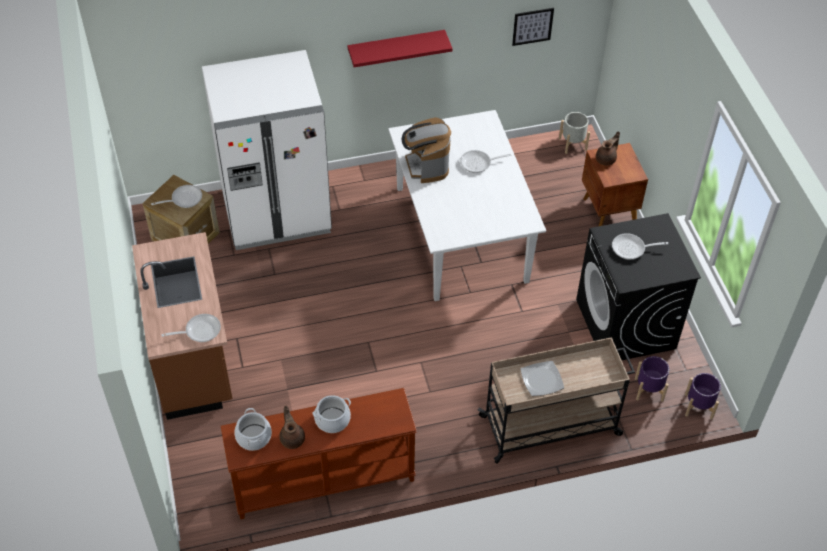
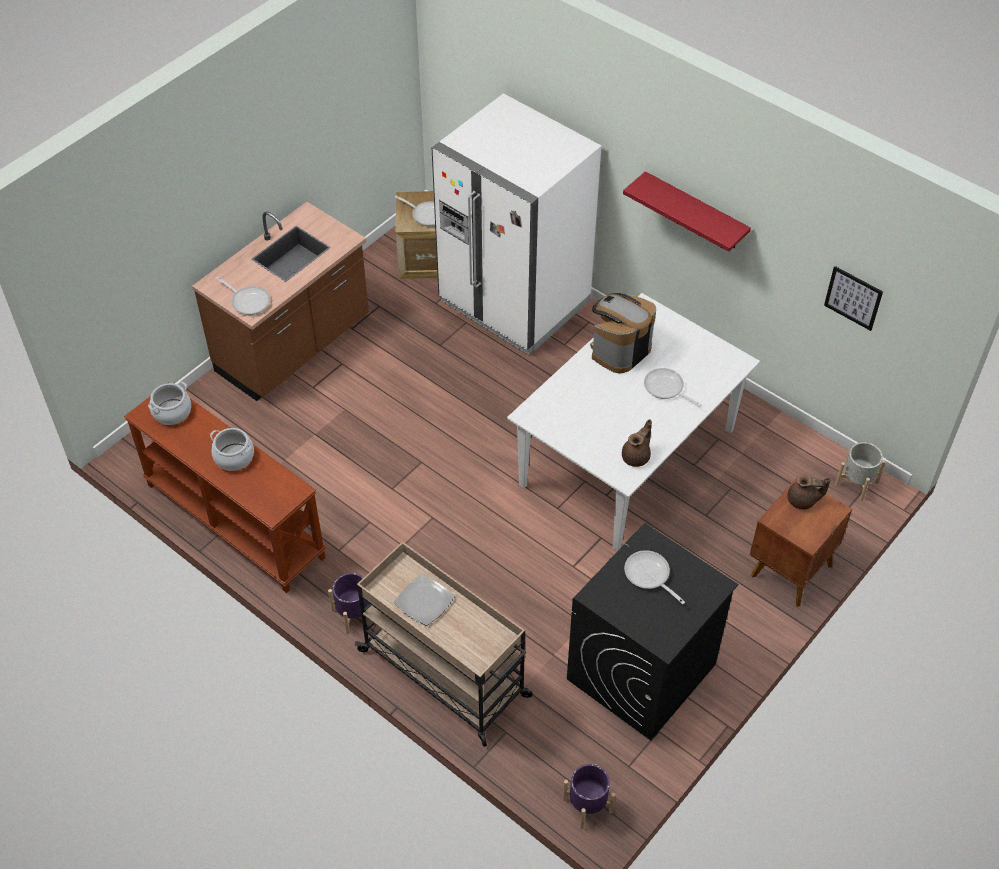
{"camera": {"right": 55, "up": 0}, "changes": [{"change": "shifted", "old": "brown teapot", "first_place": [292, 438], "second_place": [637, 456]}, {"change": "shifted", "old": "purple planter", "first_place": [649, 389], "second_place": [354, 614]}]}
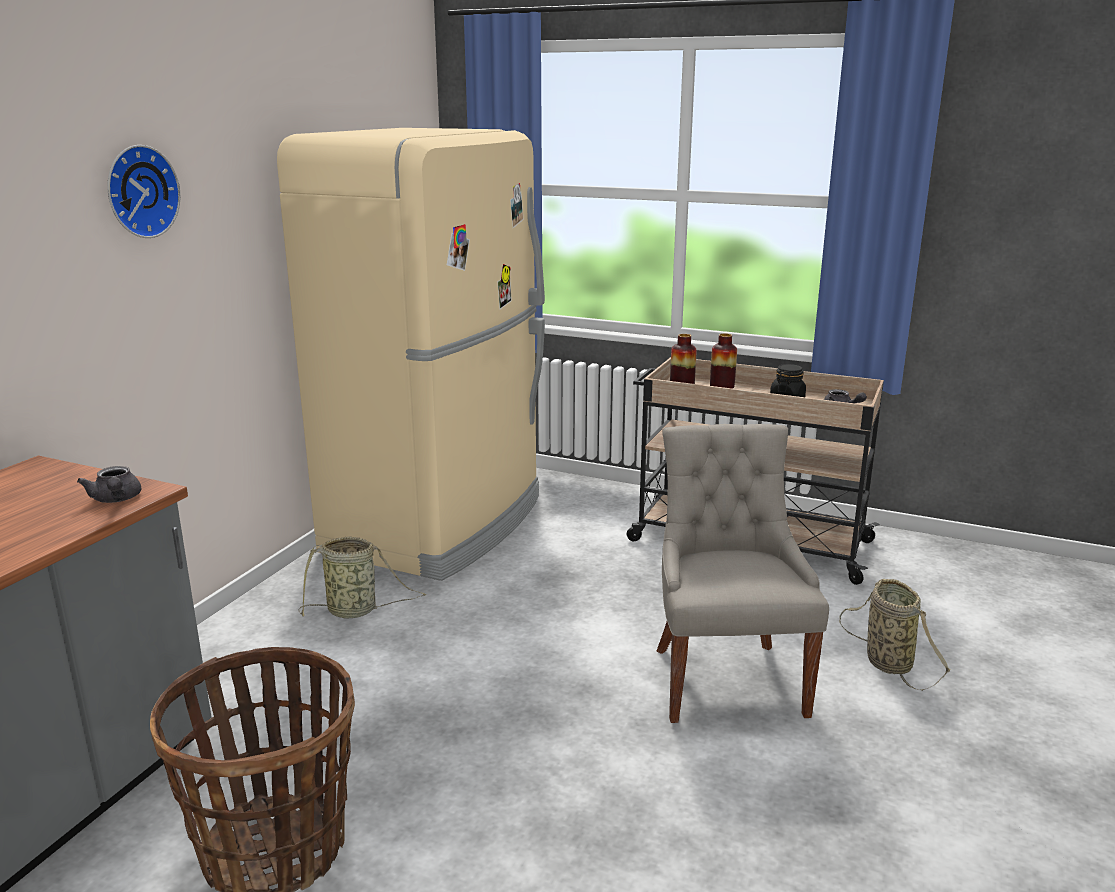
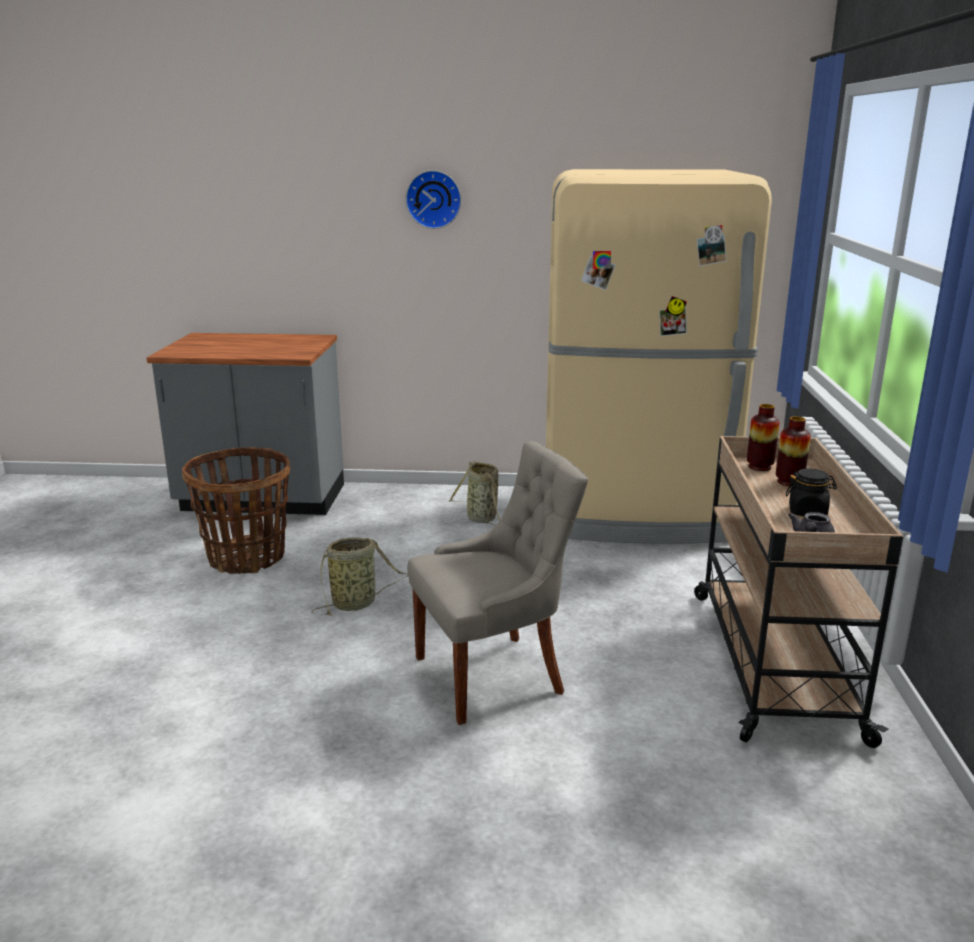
{"camera": {"right": 70, "up": 0}, "changes": [{"change": "gone", "old": "grey teapot", "first_place": [116, 500]}, {"change": "shifted", "old": "basket", "first_place": [885, 661], "second_place": [357, 603]}]}
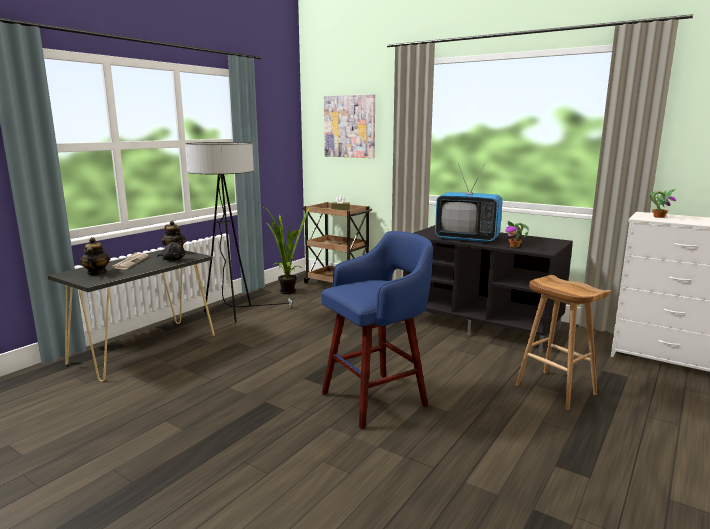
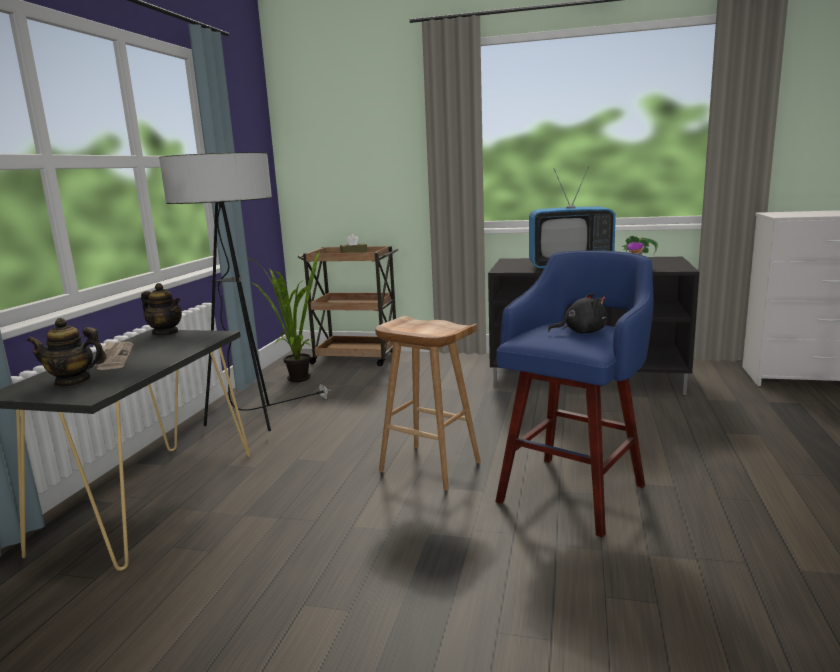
{"camera": {"right": -20, "up": 0}, "changes": [{"change": "rotated", "old": "teapot", "first_place": [96, 273], "second_place": [72, 381], "degrees": -60}, {"change": "shifted", "old": "black plush toy", "first_place": [173, 260], "second_place": [581, 332]}, {"change": "gone", "old": "picture", "first_place": [349, 126]}, {"change": "shifted", "old": "brown stool", "first_place": [554, 389], "second_place": [428, 466]}, {"change": "gone", "old": "potted plant", "first_place": [658, 216]}]}
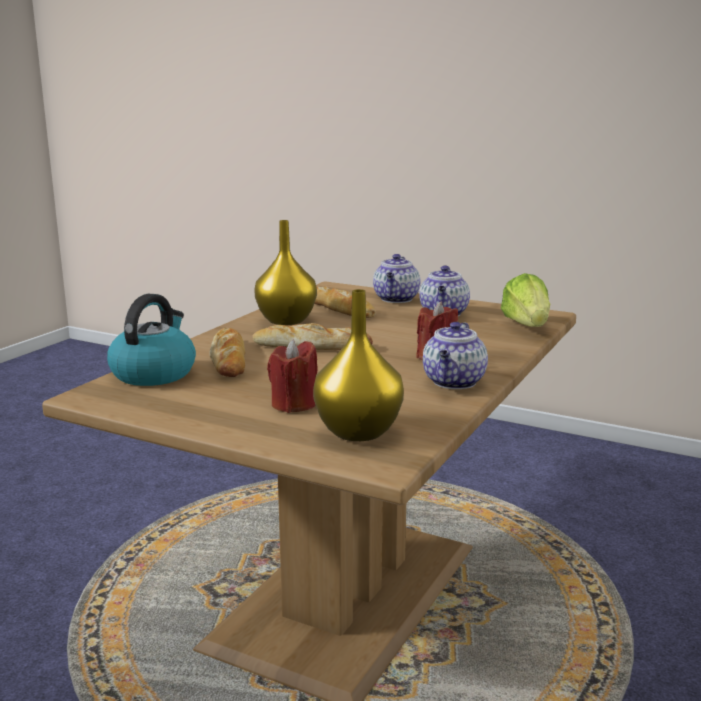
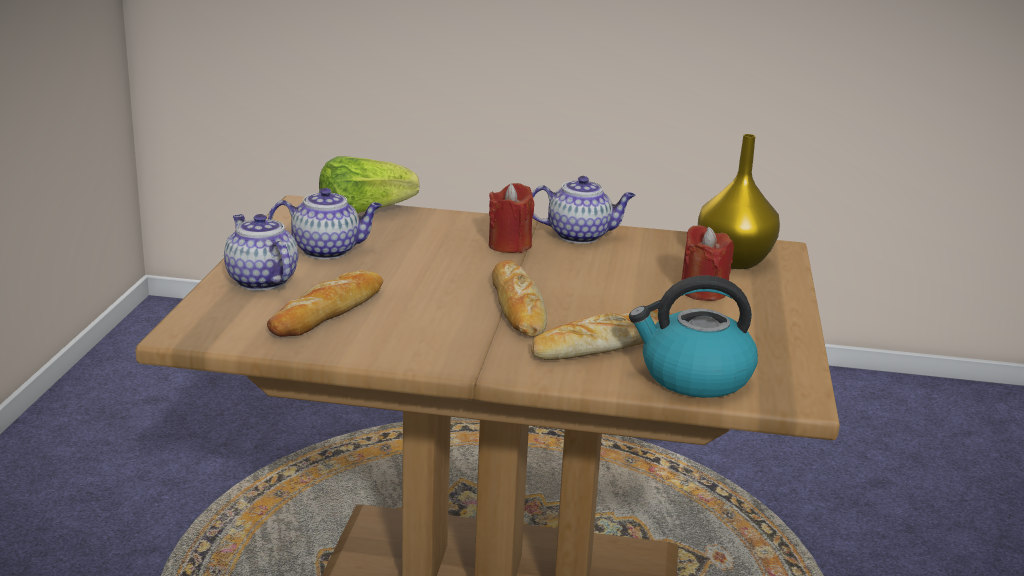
{"camera": {"right": -110, "up": 5}, "changes": [{"change": "gone", "old": "yellow vase", "first_place": [285, 320]}, {"change": "rotated", "old": "teapot", "first_place": [396, 299], "second_place": [260, 281], "degrees": -120}]}
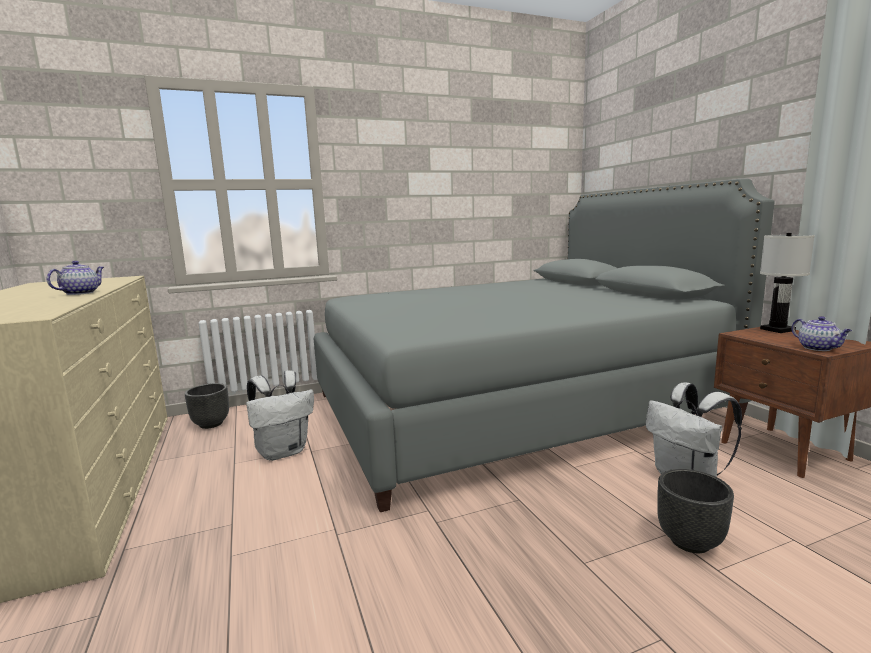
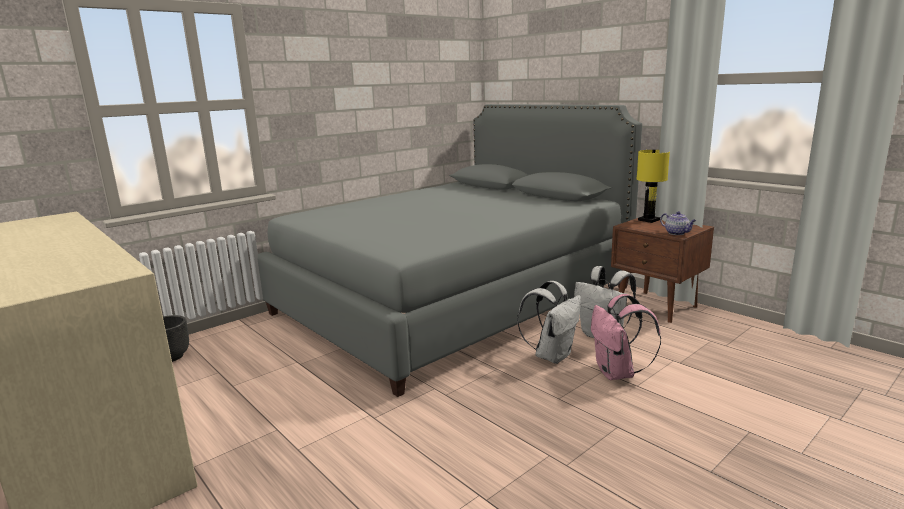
{"camera": {"right": -20, "up": 5}, "changes": [{"change": "gone", "old": "teapot", "first_place": [81, 293]}, {"change": "shifted", "old": "white backpack", "first_place": [283, 451], "second_place": [552, 355]}, {"change": "swapped", "old": "black planter", "new": "pink backpack", "first_place": [691, 542], "second_place": [617, 373]}, {"change": "repainted", "old": "white table lamp", "new": "yellow table lamp", "first_place": [776, 330], "second_place": [648, 220]}]}
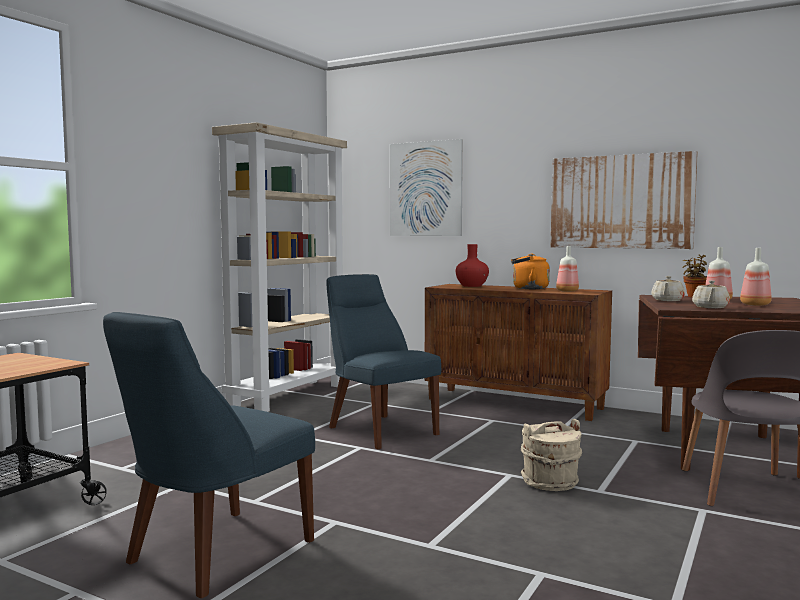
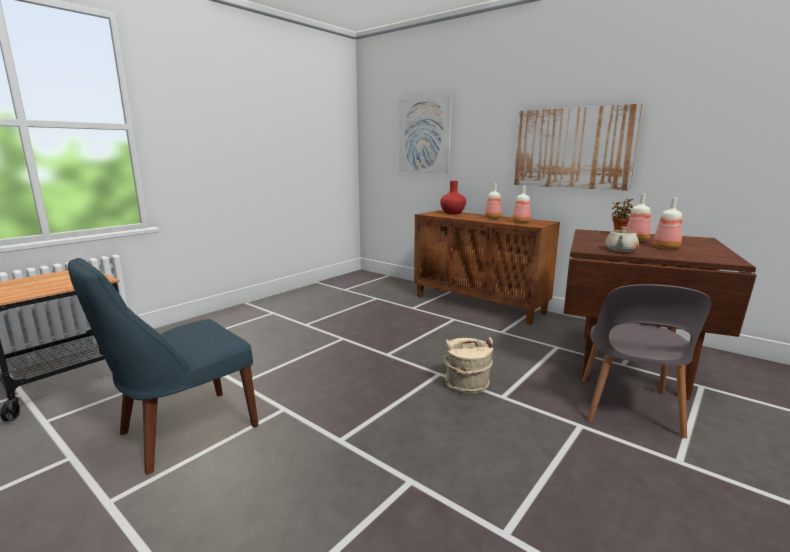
{"camera": {"right": 10, "up": 10}, "changes": [{"change": "gone", "old": "beige bookcase", "first_place": [288, 395]}, {"change": "gone", "old": "blue chair", "first_place": [379, 430]}, {"change": "swapped", "old": "orange kettle", "new": "bottle", "first_place": [528, 288], "second_place": [492, 218]}, {"change": "gone", "old": "beige teapot", "first_place": [667, 300]}]}
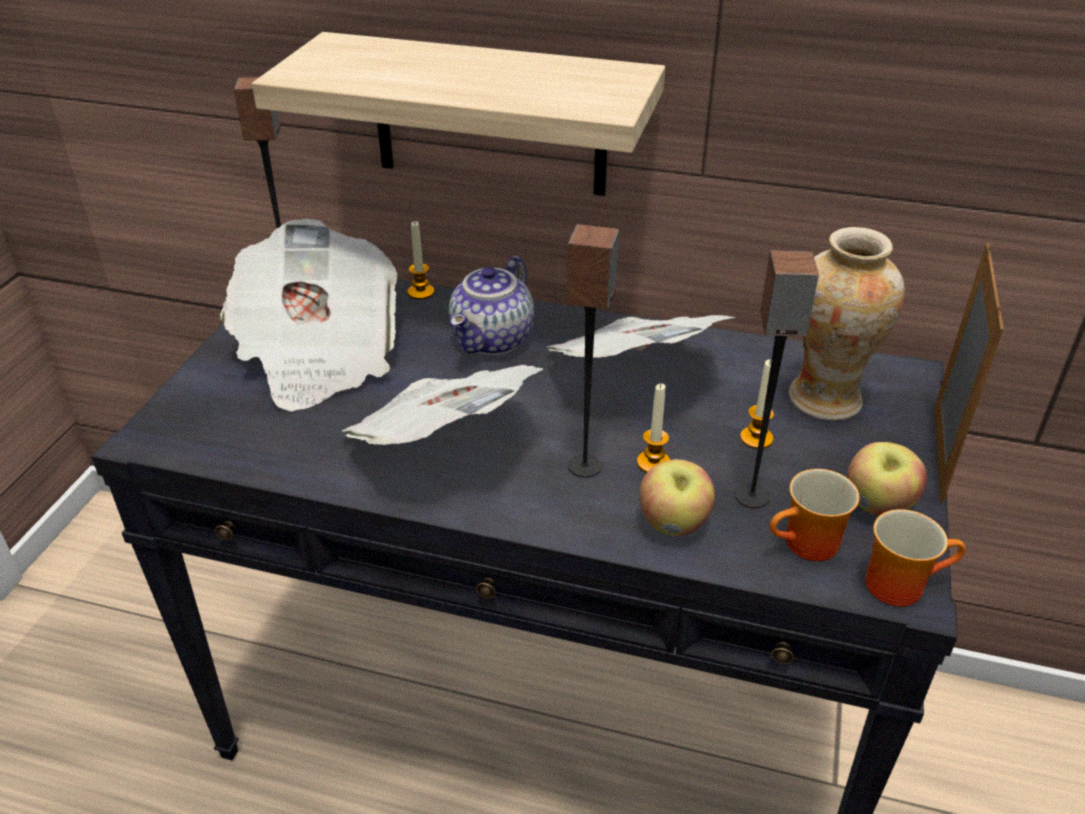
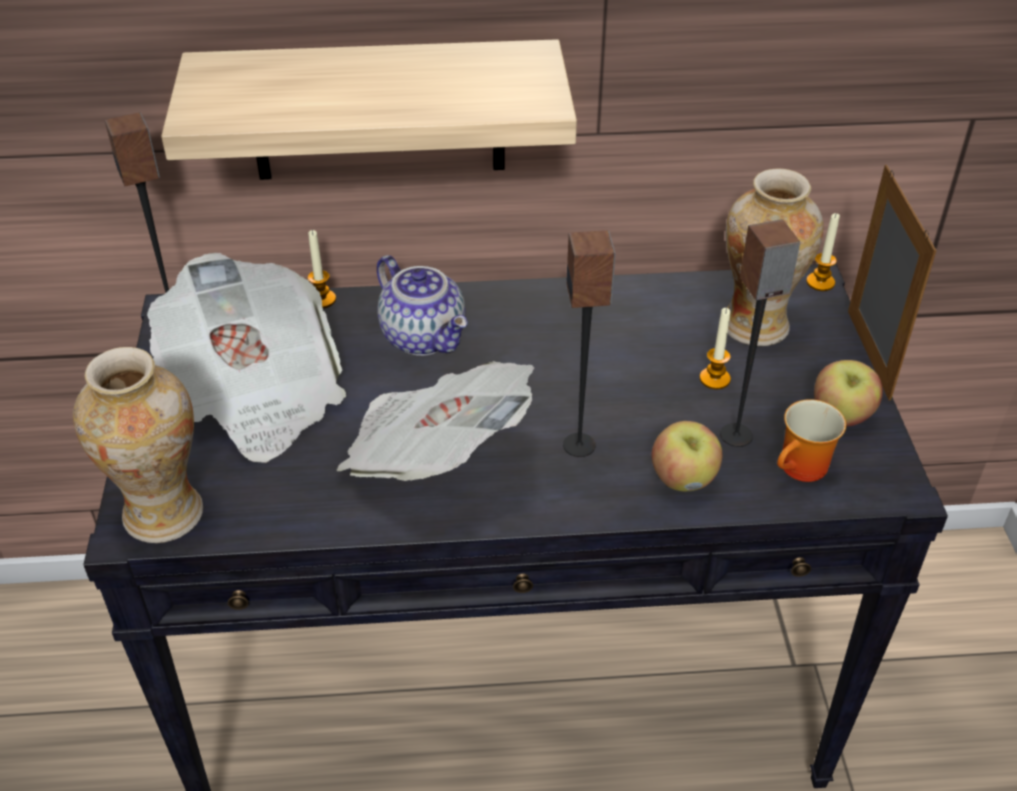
{"camera": {"right": -20, "up": 5}, "changes": [{"change": "rotated", "old": "teapot", "first_place": [494, 341], "second_place": [425, 337], "degrees": -45}, {"change": "gone", "old": "newspaper", "first_place": [633, 373]}, {"change": "shifted", "old": "candle", "first_place": [653, 463], "second_place": [820, 282]}, {"change": "gone", "old": "mug", "first_place": [899, 582]}, {"change": "new", "new": "vase", "second_place": [164, 514]}]}
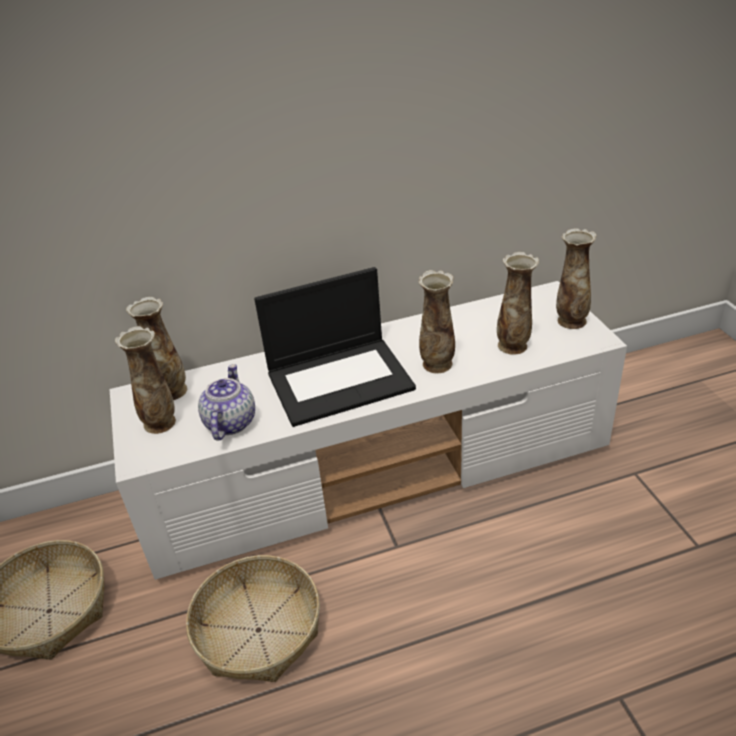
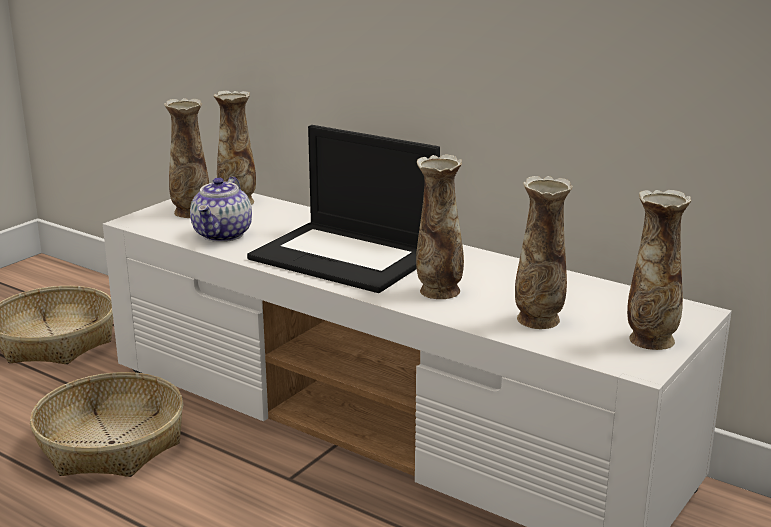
{"camera": {"right": 50, "up": -15}, "changes": [{"change": "rotated", "old": "teapot", "first_place": [230, 422], "second_place": [223, 235], "degrees": 135}]}
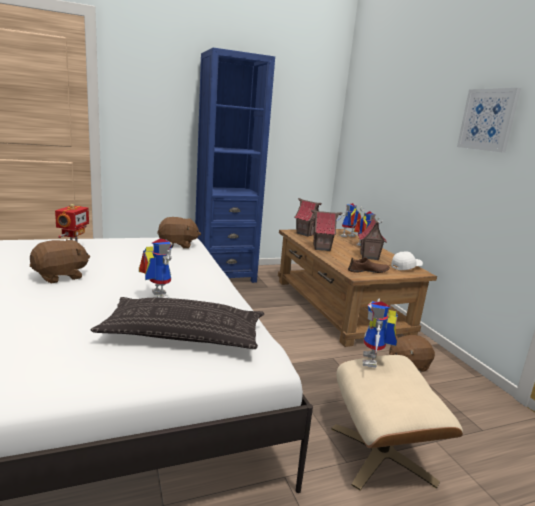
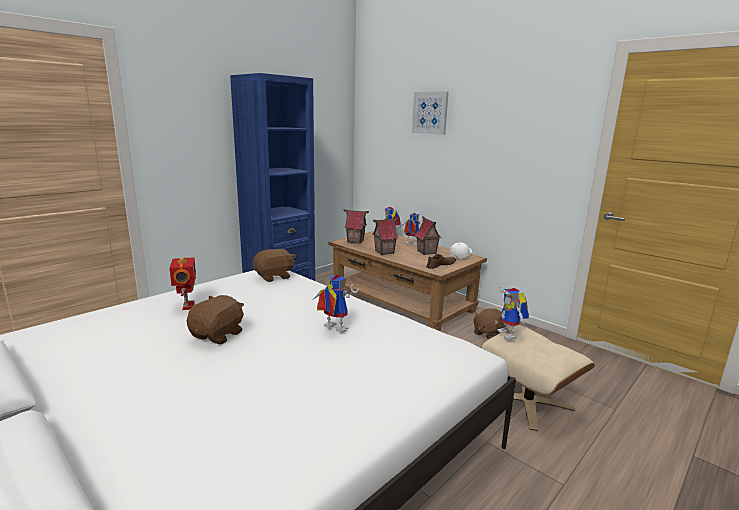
{"camera": {"right": -25, "up": 0}, "changes": [{"change": "gone", "old": "pillow", "first_place": [182, 333]}, {"change": "shifted", "old": "picture", "first_place": [488, 120], "second_place": [430, 113]}]}
